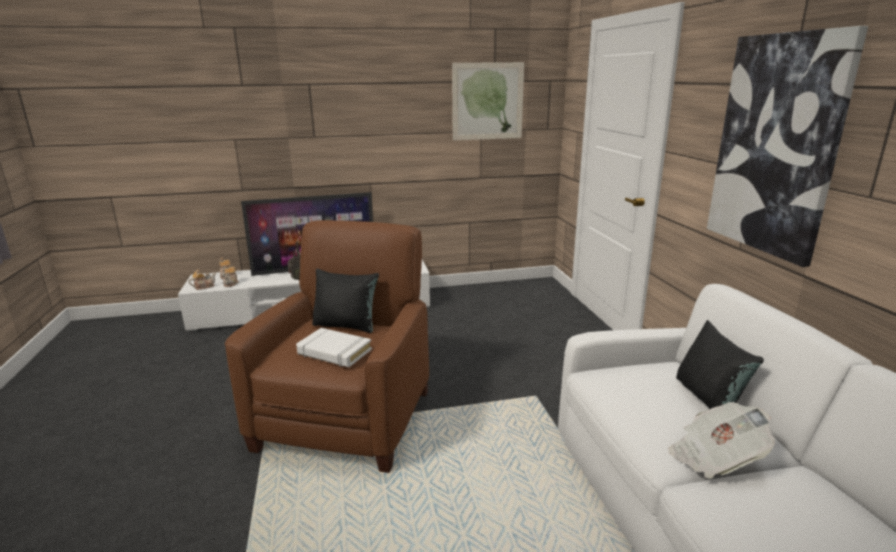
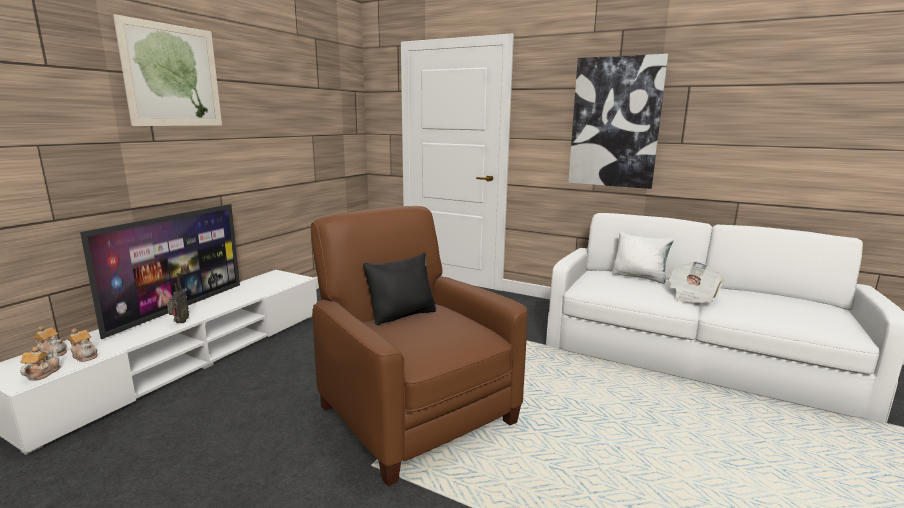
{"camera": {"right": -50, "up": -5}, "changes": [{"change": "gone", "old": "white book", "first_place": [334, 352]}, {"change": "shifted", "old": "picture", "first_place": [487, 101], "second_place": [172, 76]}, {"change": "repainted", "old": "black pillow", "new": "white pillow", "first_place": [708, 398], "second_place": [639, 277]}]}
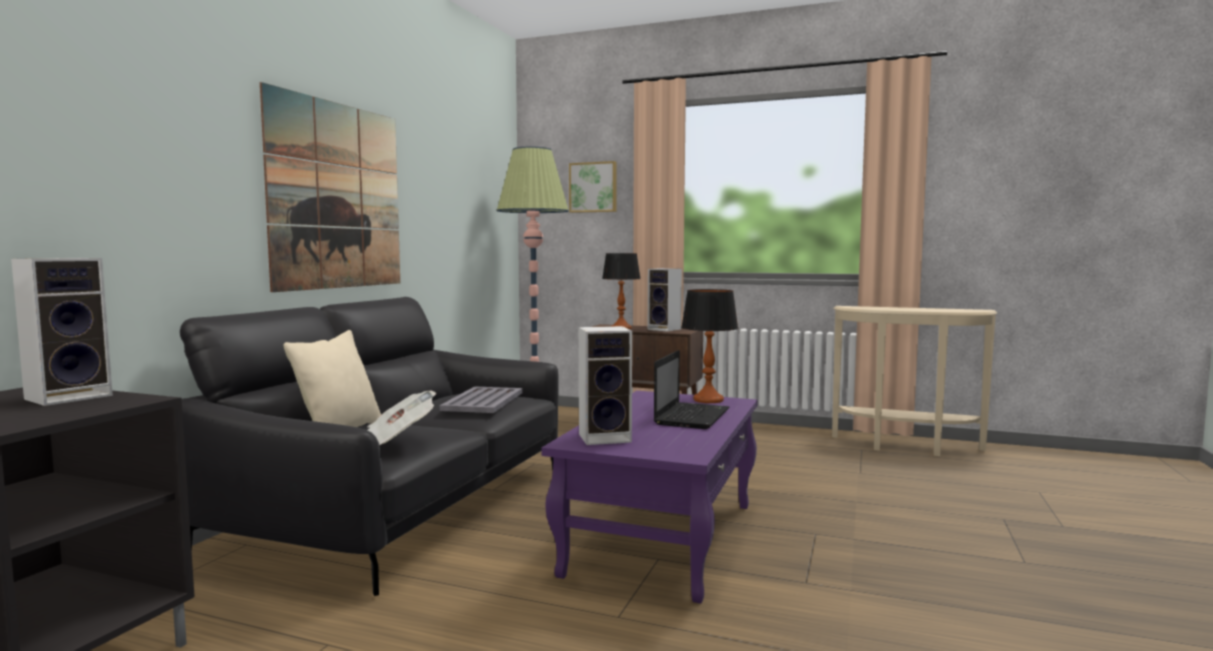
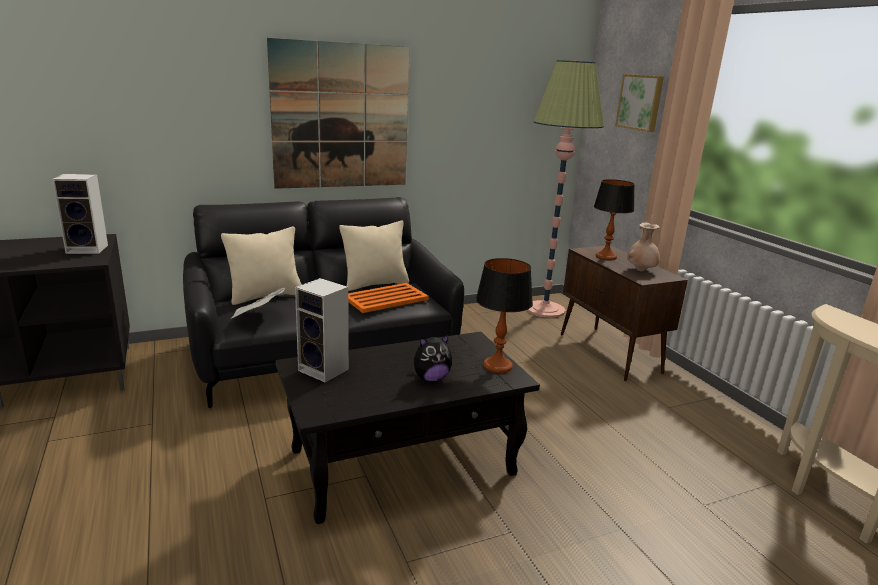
{"camera": {"right": 45, "up": 15}, "changes": [{"change": "repainted", "old": "grey tray", "new": "orange tray", "first_place": [482, 401], "second_place": [385, 299]}, {"change": "repainted", "old": "purple coffee table", "new": "black coffee table", "first_place": [663, 537], "second_place": [404, 461]}, {"change": "swapped", "old": "speaker", "new": "beige vase", "first_place": [665, 329], "second_place": [640, 271]}, {"change": "swapped", "old": "laptop", "new": "plush toy", "first_place": [692, 416], "second_place": [431, 378]}, {"change": "new", "new": "beige pillow", "second_place": [375, 284]}]}
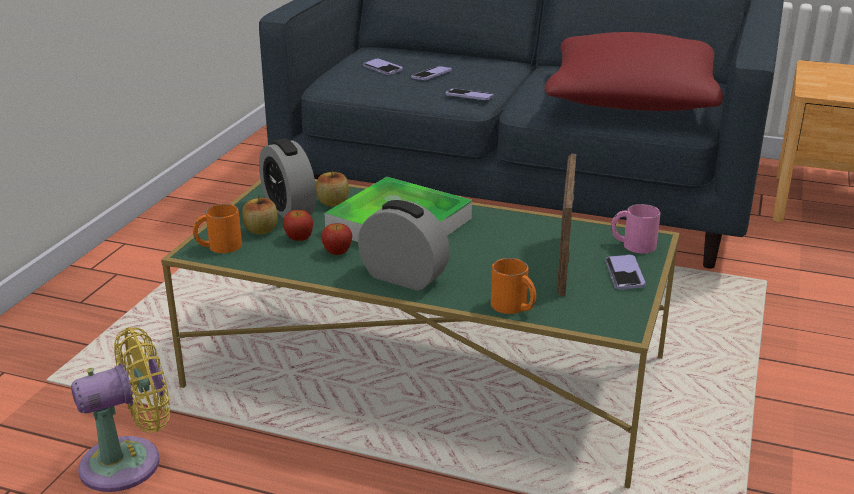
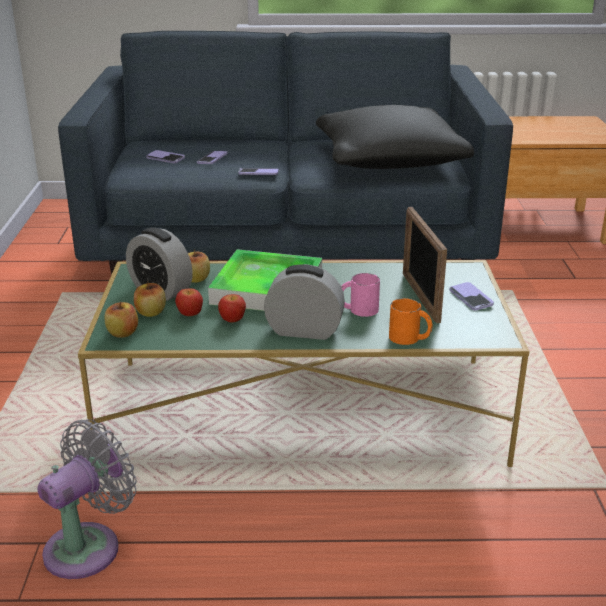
{"camera": {"right": -20, "up": 0}, "changes": [{"change": "repainted", "old": "yellow fan", "new": "grey fan", "first_place": [129, 462], "second_place": [89, 546]}, {"change": "swapped", "old": "orange mug", "new": "apple", "first_place": [218, 246], "second_place": [122, 333]}, {"change": "repainted", "old": "red pillow", "new": "black pillow", "first_place": [631, 100], "second_place": [389, 161]}, {"change": "shifted", "old": "pink mug", "first_place": [632, 244], "second_place": [358, 309]}]}
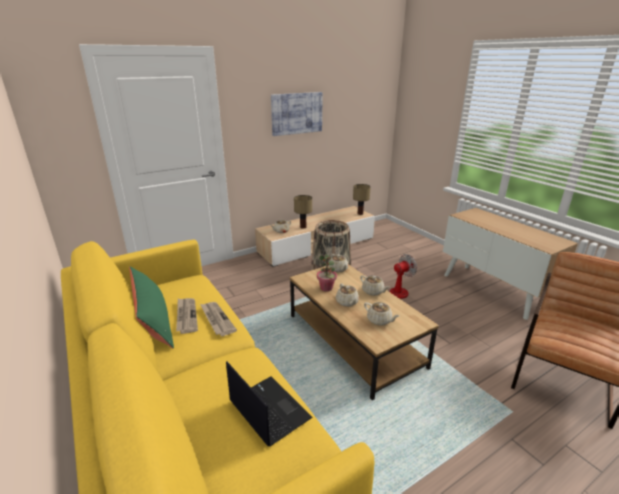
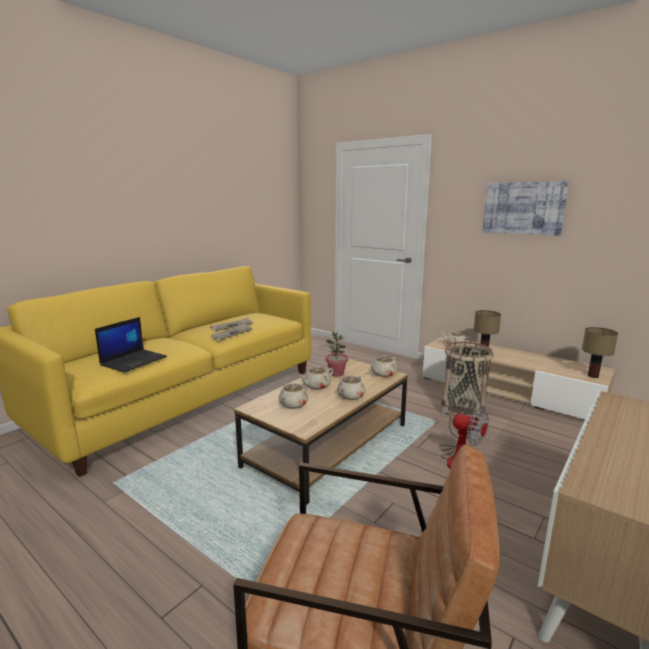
{"camera": {"right": 70, "up": -10}, "changes": [{"change": "gone", "old": "green pillow", "first_place": [154, 322]}]}
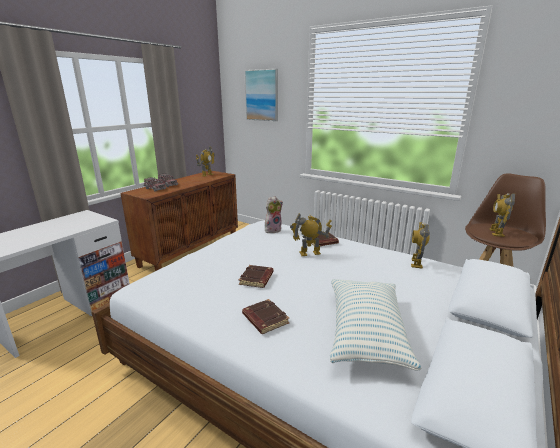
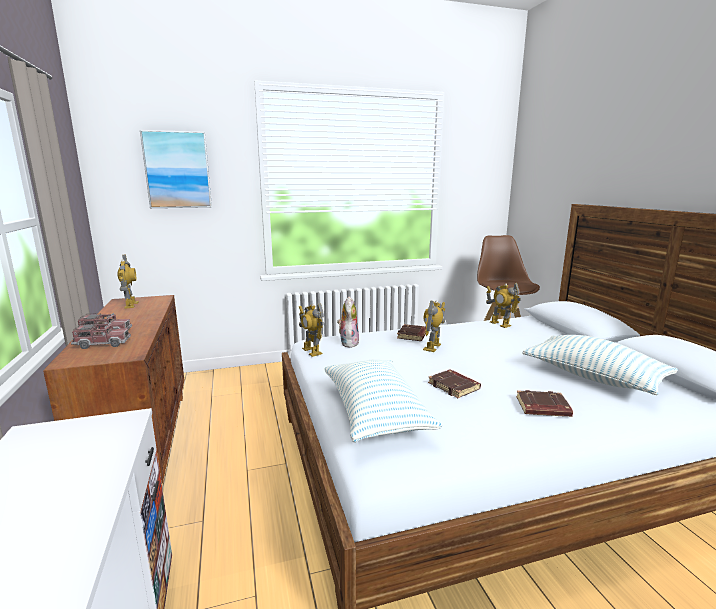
{"camera": {"right": -50, "up": -5}, "changes": [{"change": "shifted", "old": "toy robot", "first_place": [496, 232], "second_place": [311, 351]}, {"change": "new", "new": "pillow", "second_place": [375, 413]}]}
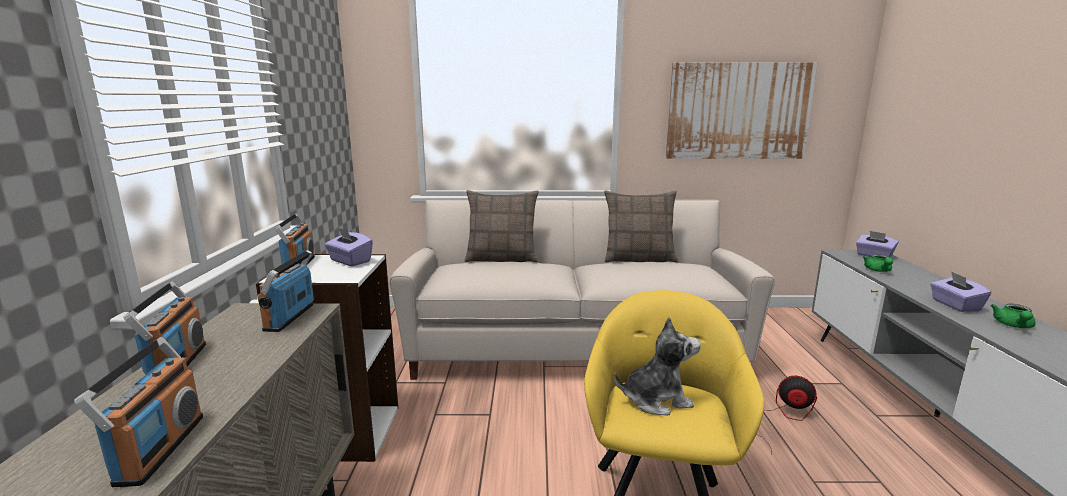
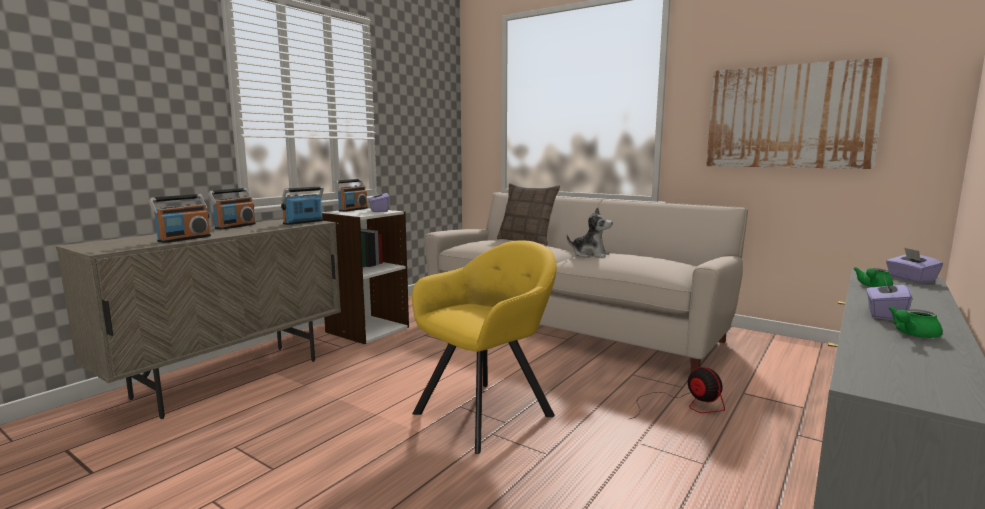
{"camera": {"right": 35, "up": -5}, "changes": [{"change": "gone", "old": "pillow", "first_place": [638, 259]}, {"change": "shifted", "old": "plush toy", "first_place": [656, 400], "second_place": [590, 255]}]}
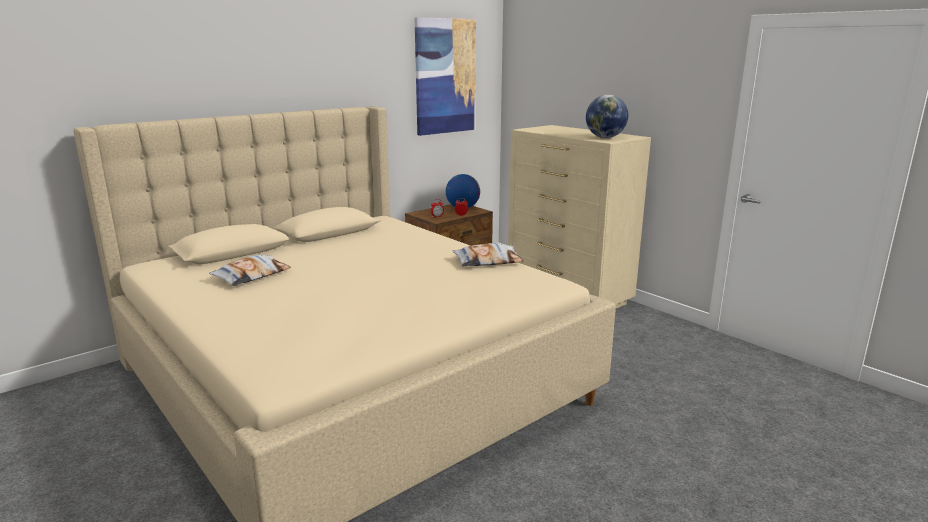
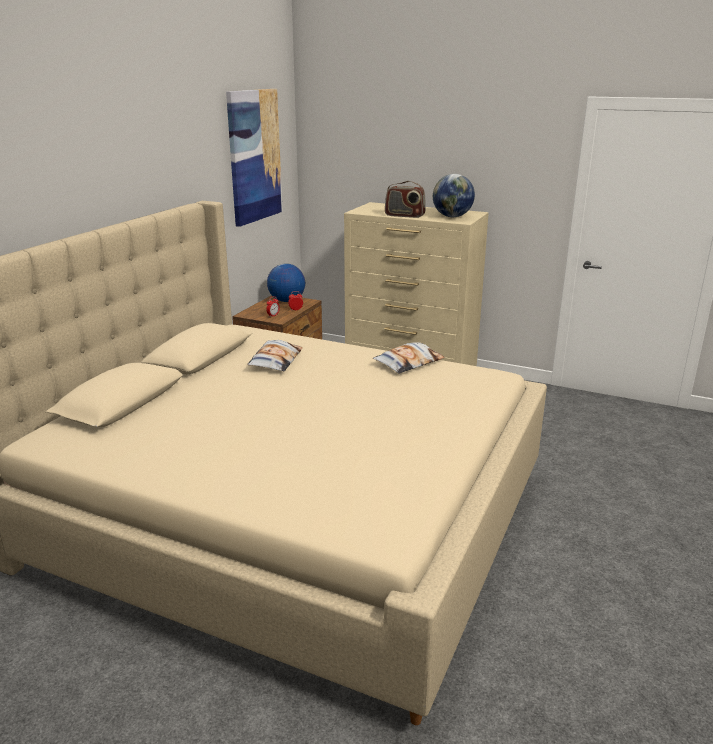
{"camera": {"right": -25, "up": 5}, "changes": [{"change": "shifted", "old": "pillow", "first_place": [251, 276], "second_place": [275, 361]}, {"change": "new", "new": "radio", "second_place": [404, 215]}]}
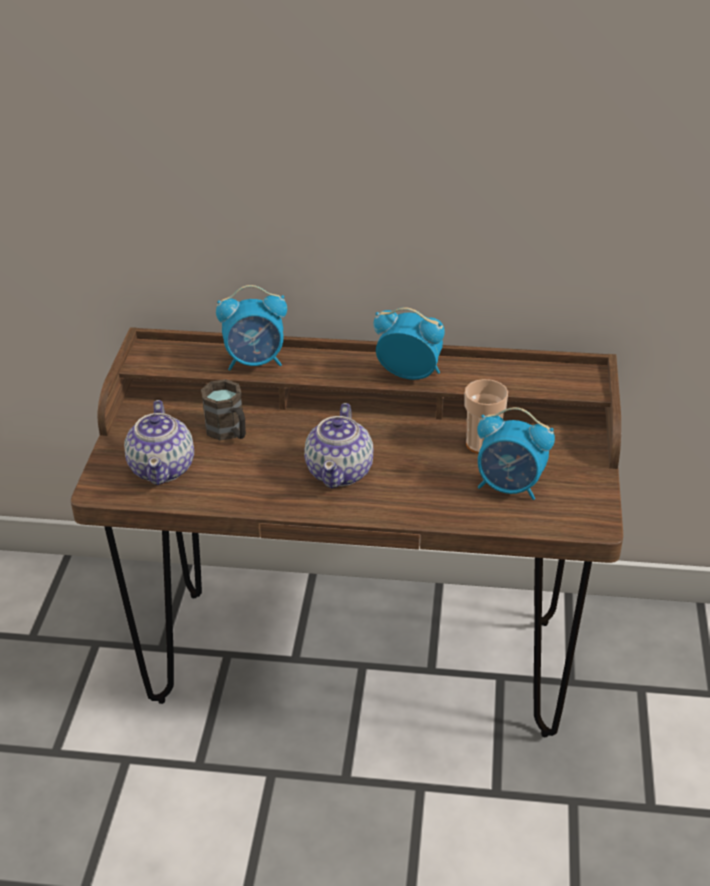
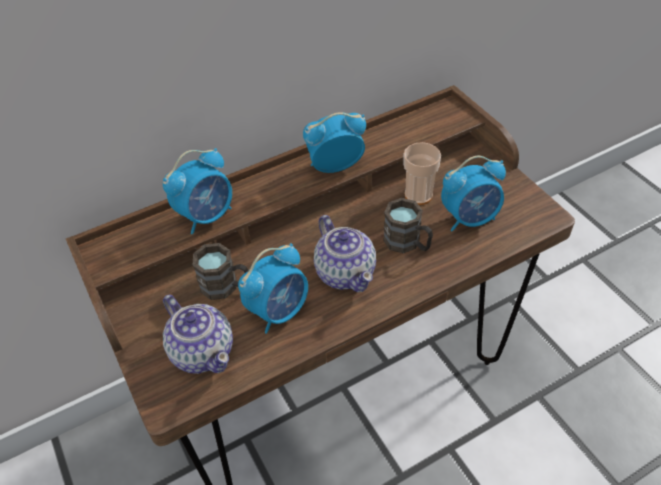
{"camera": {"right": -35, "up": 10}, "changes": [{"change": "new", "new": "alarm clock", "second_place": [279, 311]}, {"change": "new", "new": "brown mug", "second_place": [408, 243]}]}
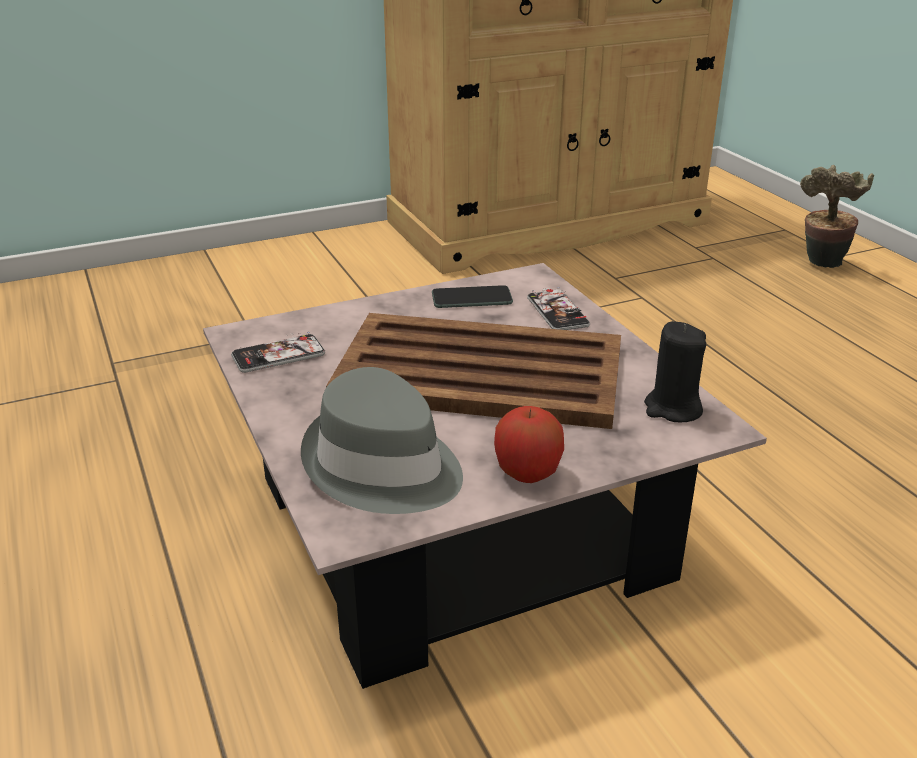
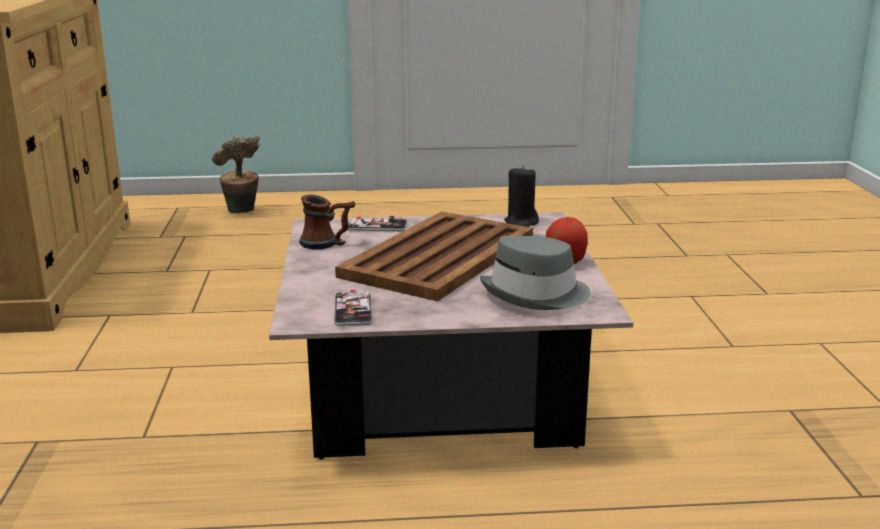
{"camera": {"right": -70, "up": -10}, "changes": [{"change": "swapped", "old": "phone", "new": "mug", "first_place": [471, 298], "second_place": [328, 244]}]}
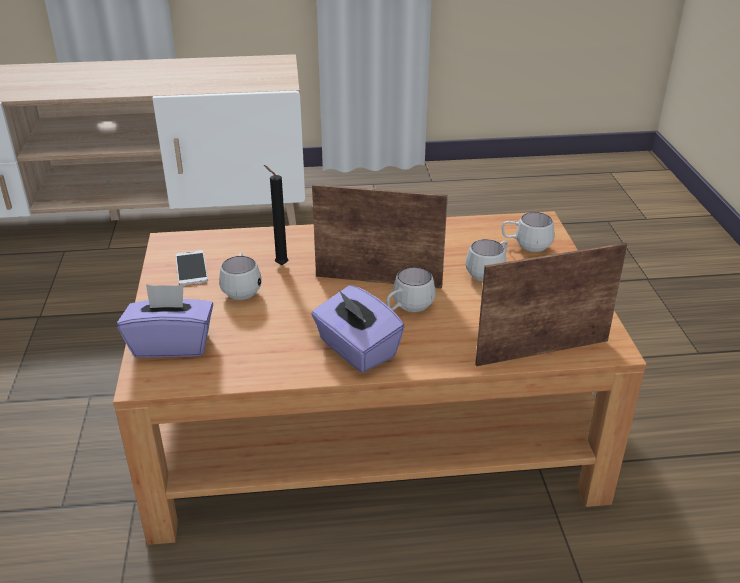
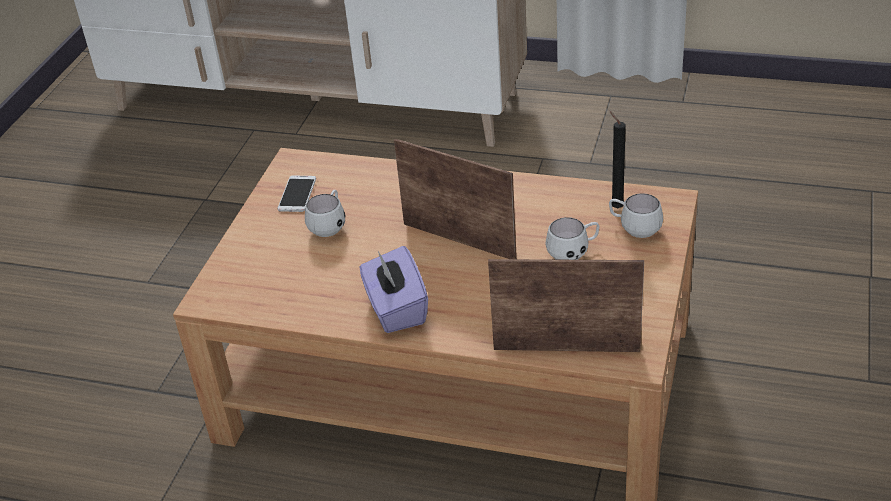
{"camera": {"right": 25, "up": 5}, "changes": [{"change": "gone", "old": "purple tissue box", "first_place": [172, 344]}, {"change": "shifted", "old": "black candle", "first_place": [280, 264], "second_place": [615, 207]}, {"change": "gone", "old": "white mug", "first_place": [407, 309]}]}
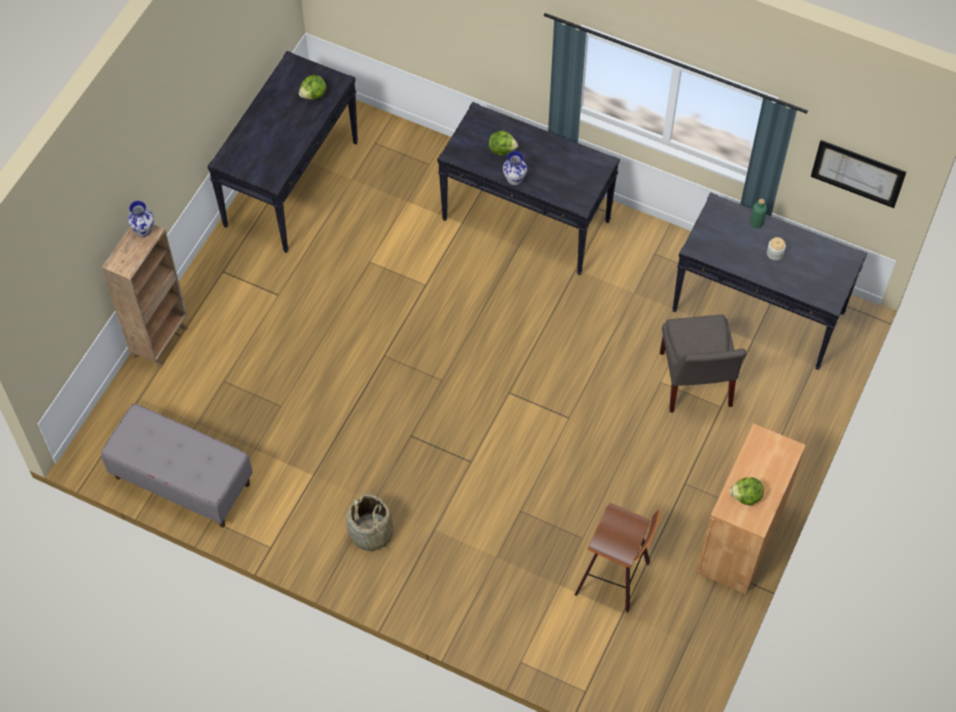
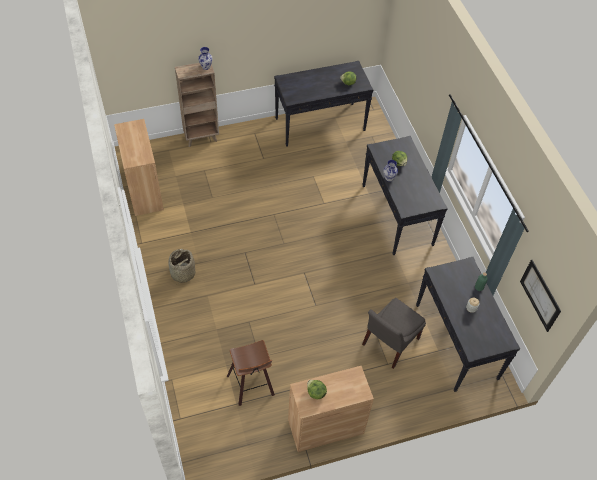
{"camera": {"right": 45, "up": -5}, "changes": [{"change": "swapped", "old": "grey bench", "new": "brown cabinet", "first_place": [182, 481], "second_place": [144, 191]}]}
